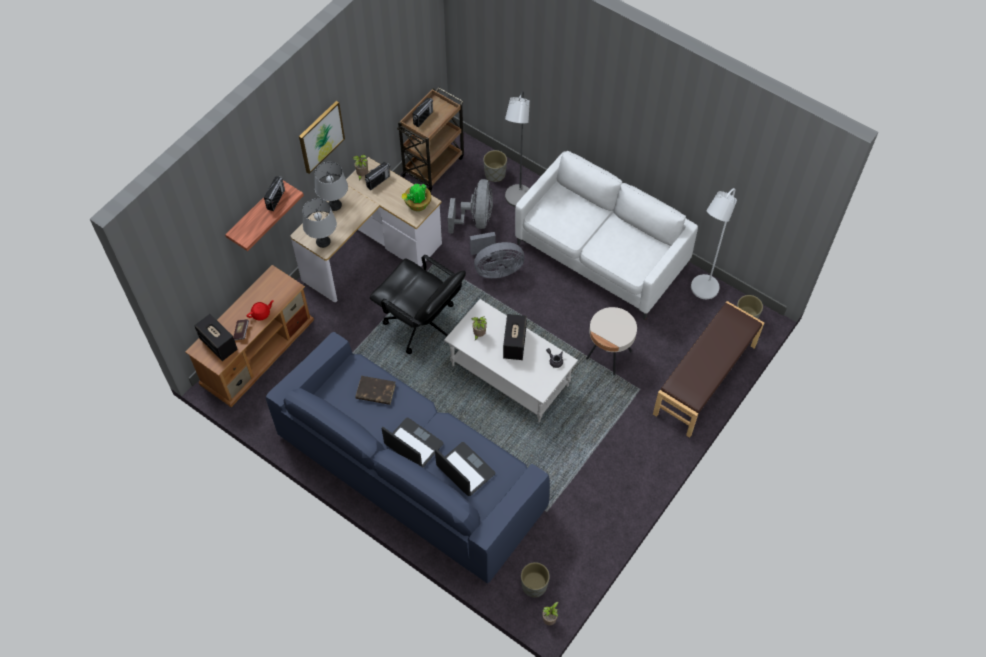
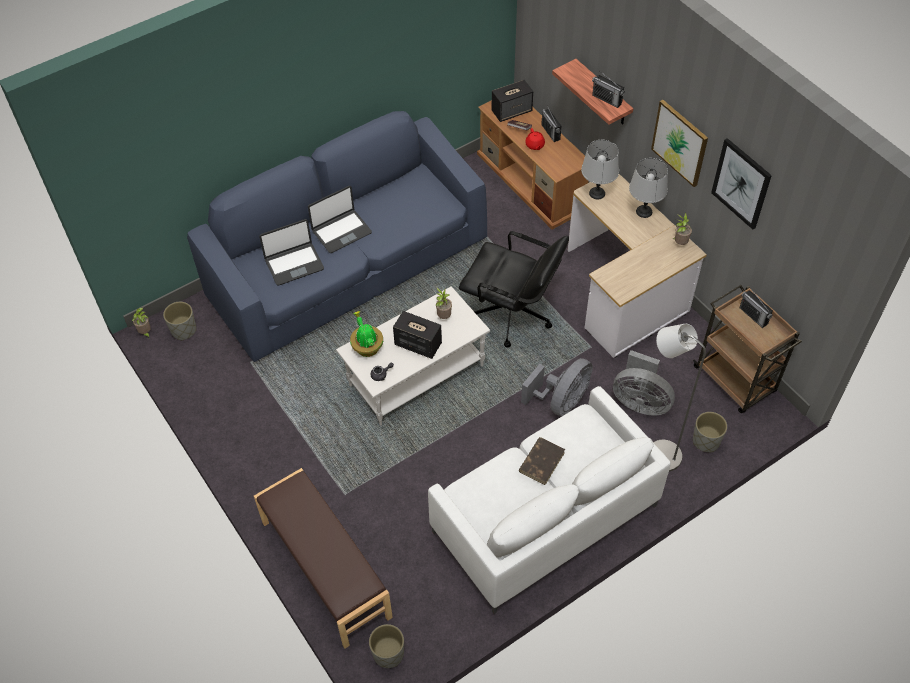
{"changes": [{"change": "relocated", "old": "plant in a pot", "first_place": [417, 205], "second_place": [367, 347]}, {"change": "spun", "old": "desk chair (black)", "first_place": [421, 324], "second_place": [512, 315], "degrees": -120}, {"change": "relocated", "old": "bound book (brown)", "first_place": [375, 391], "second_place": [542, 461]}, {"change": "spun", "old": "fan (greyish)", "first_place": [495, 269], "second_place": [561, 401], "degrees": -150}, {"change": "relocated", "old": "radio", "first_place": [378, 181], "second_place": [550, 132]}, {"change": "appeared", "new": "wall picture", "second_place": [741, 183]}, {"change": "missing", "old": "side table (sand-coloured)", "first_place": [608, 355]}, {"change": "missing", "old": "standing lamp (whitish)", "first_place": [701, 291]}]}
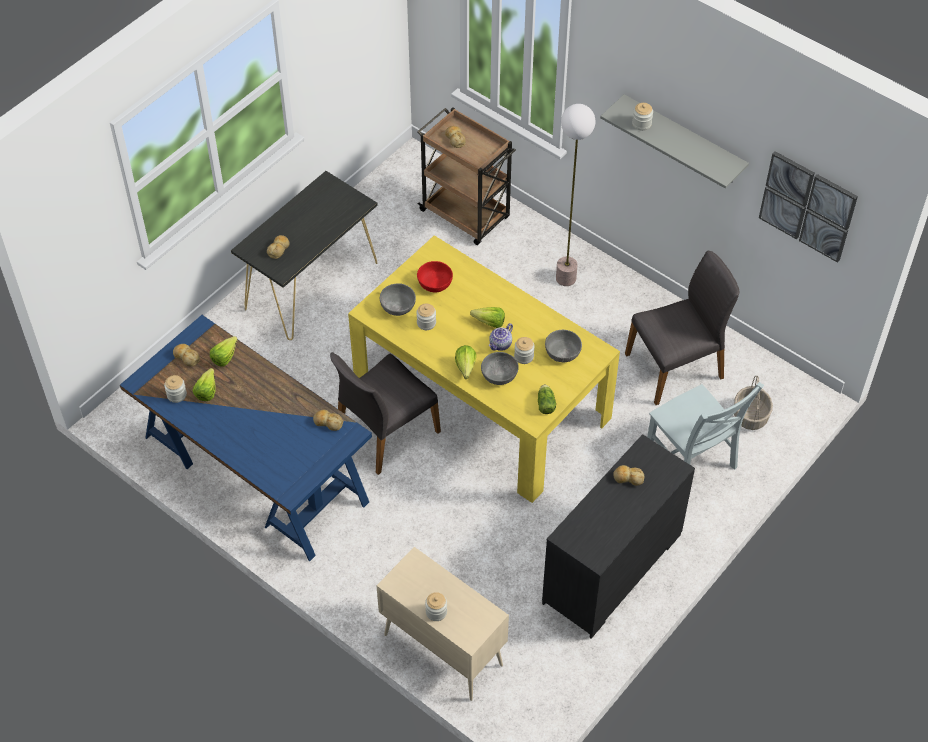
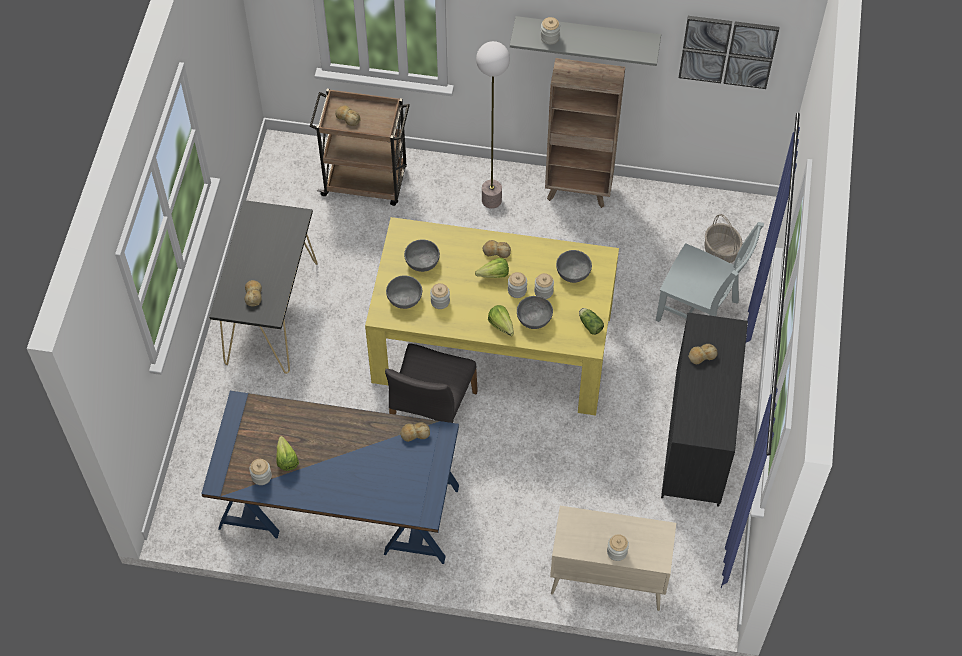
{"changes": [{"change": "colour", "old": "serving bowl (red)", "new": "serving bowl (greyish)", "first_place": [434, 283], "second_place": [422, 261]}, {"change": "relocated", "old": "bread", "first_place": [186, 357], "second_place": [496, 251]}, {"change": "exchanged", "old": "teapot", "new": "storage jar", "first_place": [500, 345], "second_place": [517, 290]}, {"change": "appeared", "new": "bookshelf (brown)", "second_place": [579, 190]}, {"change": "missing", "old": "head of lettuce", "first_place": [227, 355]}, {"change": "missing", "old": "plain chair (greyish)", "first_place": [676, 366]}]}
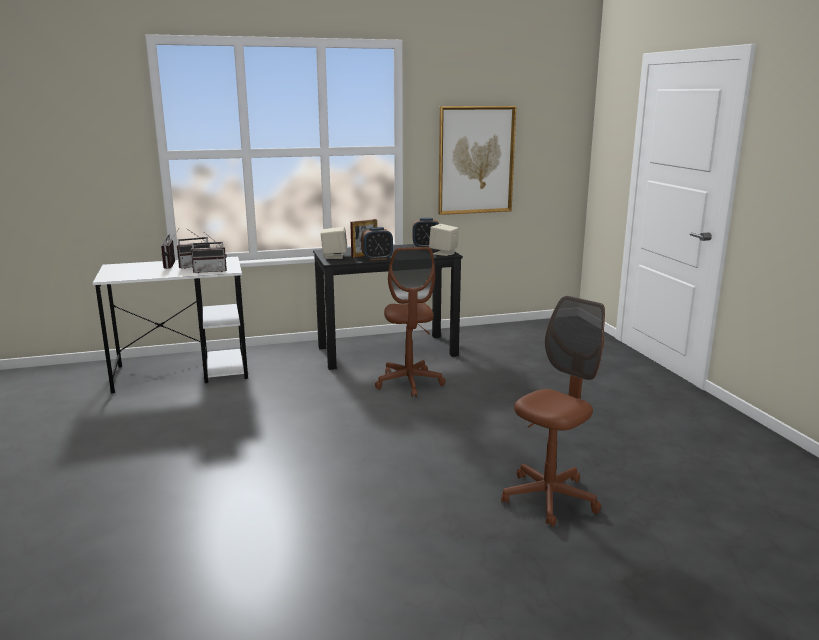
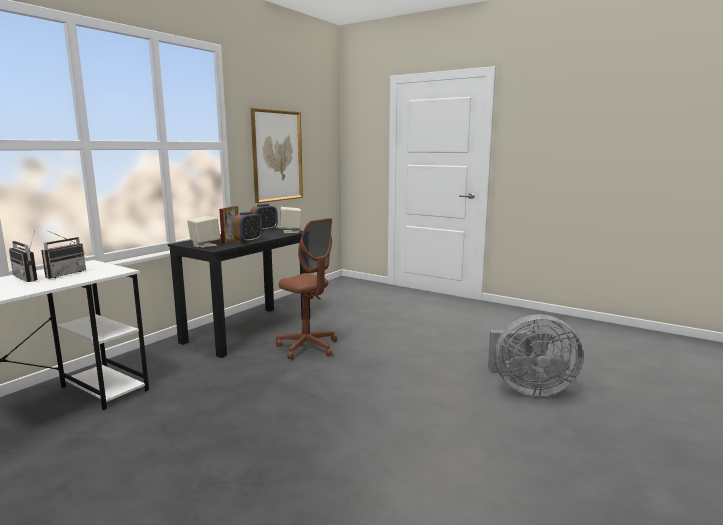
{"changes": [{"change": "exchanged", "old": "desk chair (brown)", "new": "fan (greyish)", "first_place": [549, 498], "second_place": [528, 389]}, {"change": "missing", "old": "radio", "first_place": [210, 271]}]}
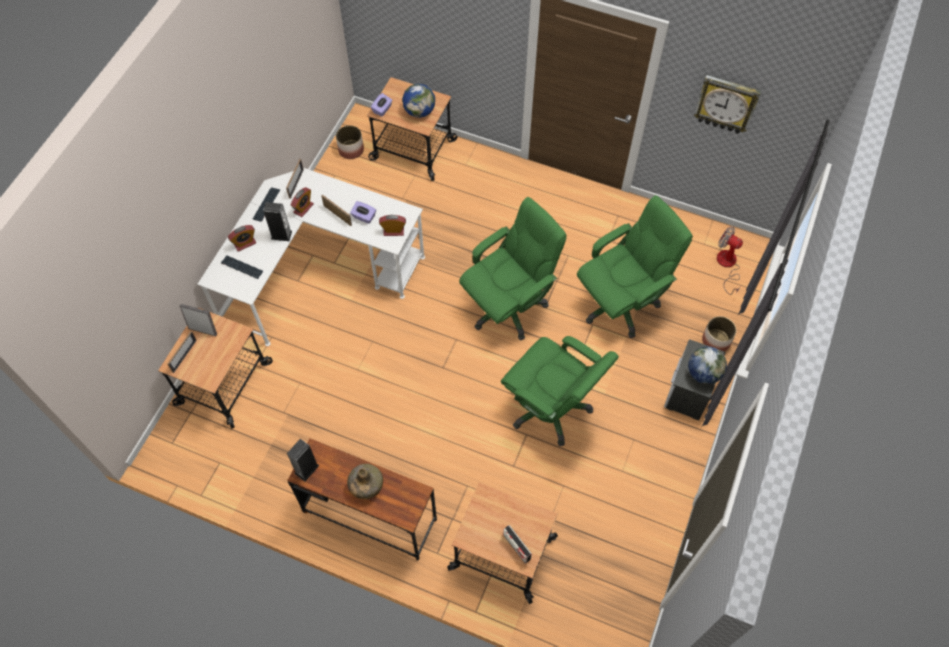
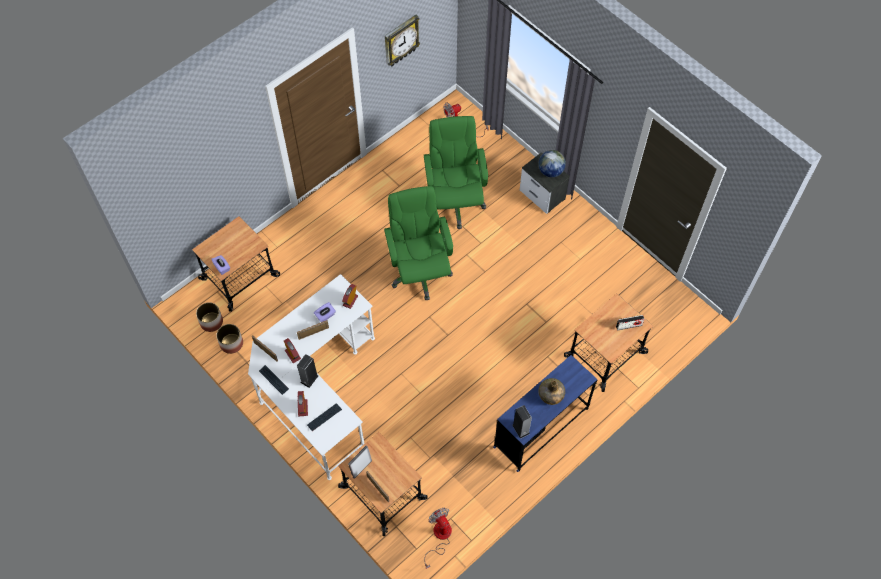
{"changes": [{"change": "relocated", "old": "plant pot", "first_place": [716, 341], "second_place": [231, 343]}, {"change": "appeared", "new": "fan", "second_place": [439, 537]}, {"change": "colour", "old": "desk table (brown)", "new": "desk table (blue)", "first_place": [369, 516], "second_place": [541, 428]}, {"change": "missing", "old": "desk globe", "first_place": [419, 111]}, {"change": "missing", "old": "desk chair (green)", "first_place": [551, 408]}]}
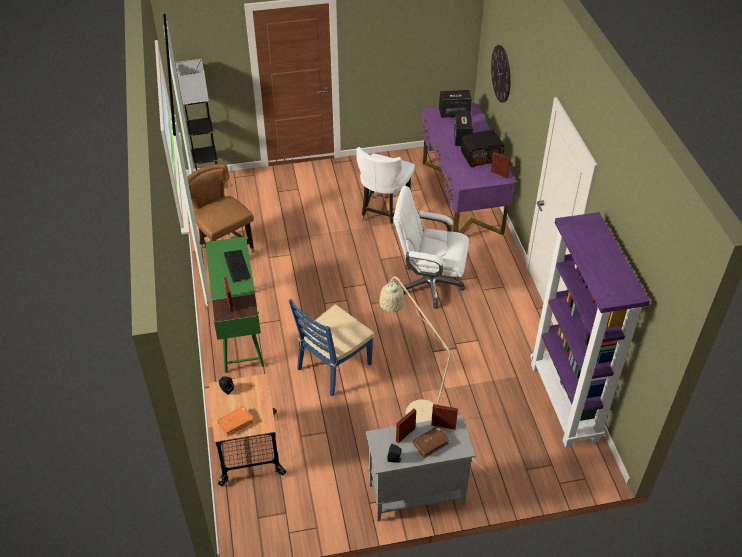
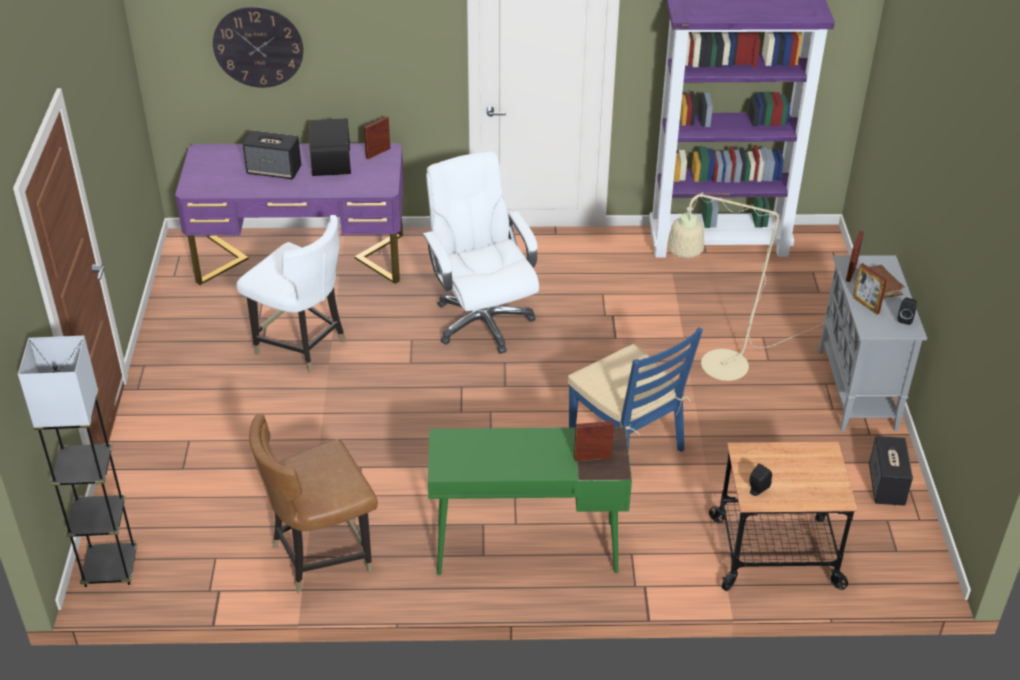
{"changes": [{"change": "spun", "old": "desk chair (whitish)", "first_place": [429, 284], "second_place": [482, 321], "degrees": 135}, {"change": "relocated", "old": "audio speaker", "first_place": [453, 113], "second_place": [886, 486]}, {"change": "missing", "old": "bound book (orangey)", "first_place": [235, 423]}, {"change": "missing", "old": "computer keyboard", "first_place": [236, 266]}]}
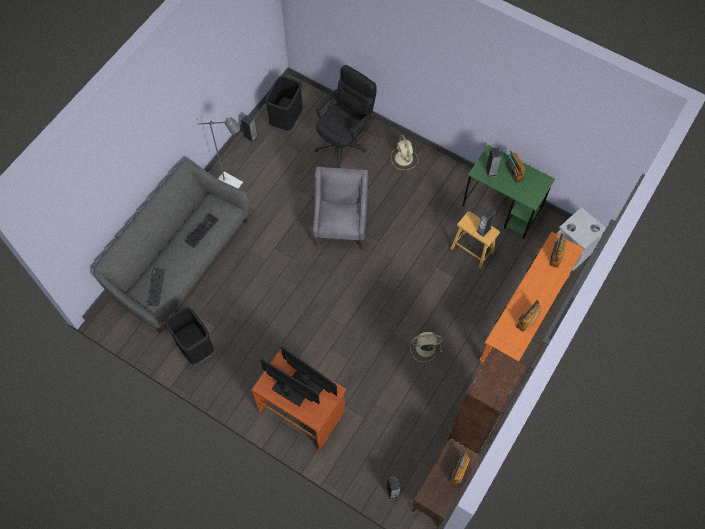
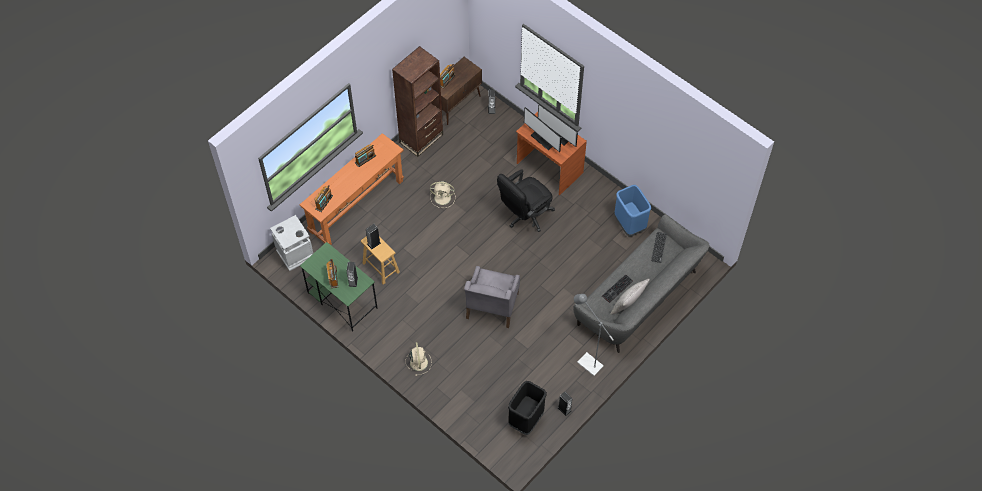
{"changes": [{"change": "relocated", "old": "desk chair (black)", "first_place": [345, 140], "second_place": [525, 215]}, {"change": "appeared", "new": "throw pillow (greyish)", "second_place": [628, 304]}, {"change": "colour", "old": "waste bin (black)", "new": "waste bin (blue)", "first_place": [196, 348], "second_place": [629, 225]}]}
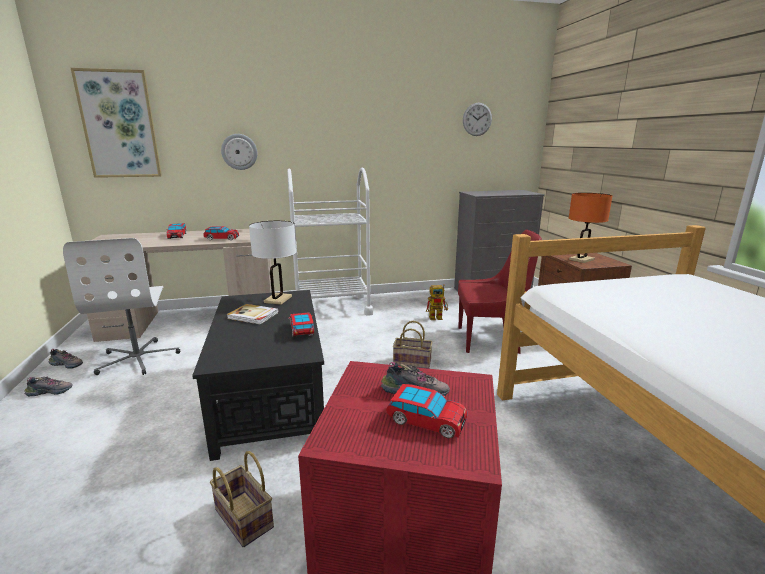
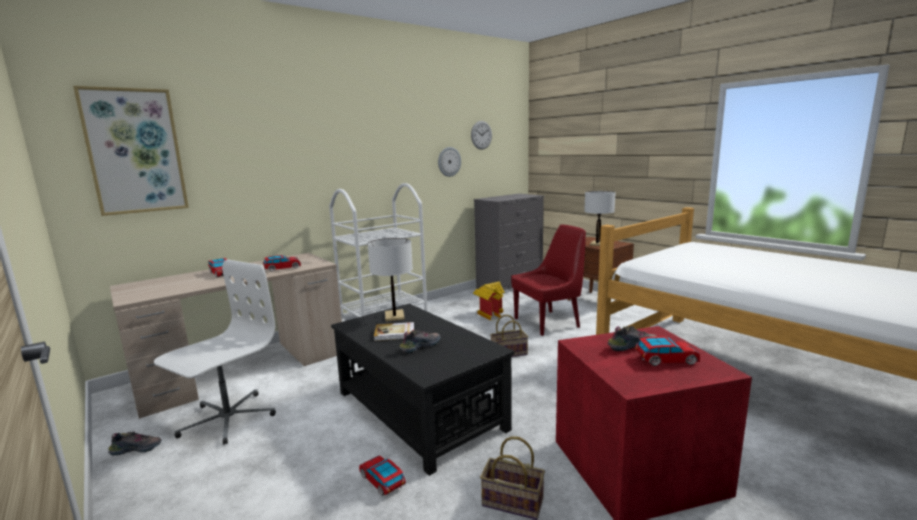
{"changes": [{"change": "spun", "old": "desk chair (whitish)", "first_place": [138, 358], "second_place": [227, 418], "degrees": -105}, {"change": "relocated", "old": "model car", "first_place": [302, 330], "second_place": [382, 481]}, {"change": "relocated", "old": "item of footwear", "first_place": [51, 392], "second_place": [420, 346]}, {"change": "relocated", "old": "hanging clock", "first_place": [239, 152], "second_place": [449, 161]}, {"change": "exchanged", "old": "model robot", "new": "toy house", "first_place": [438, 317], "second_place": [489, 314]}, {"change": "colour", "old": "lamp for a table (orangey)", "new": "lamp for a table (whitish)", "first_place": [581, 259], "second_place": [597, 244]}]}
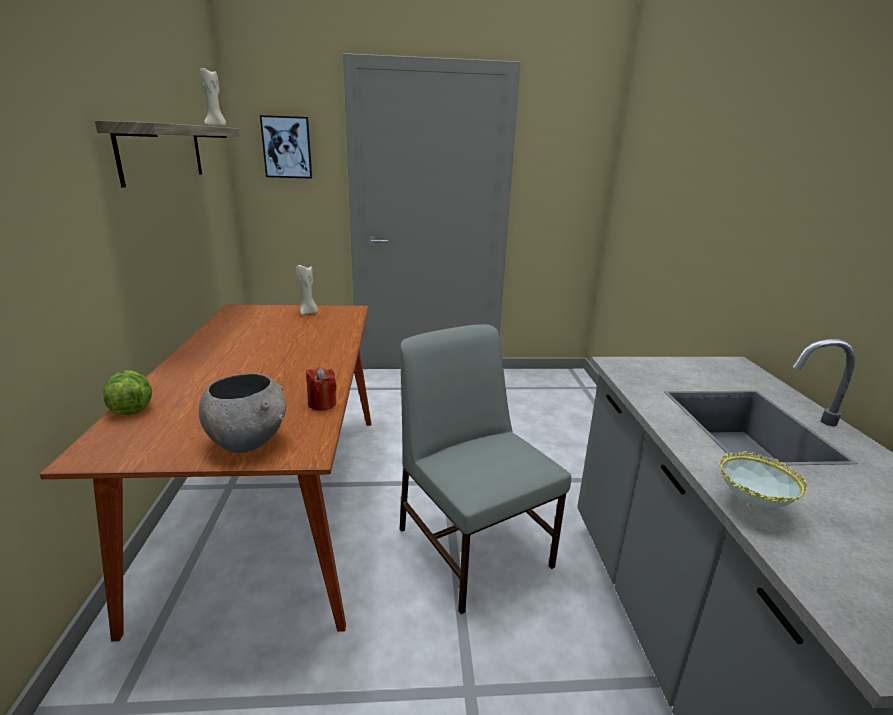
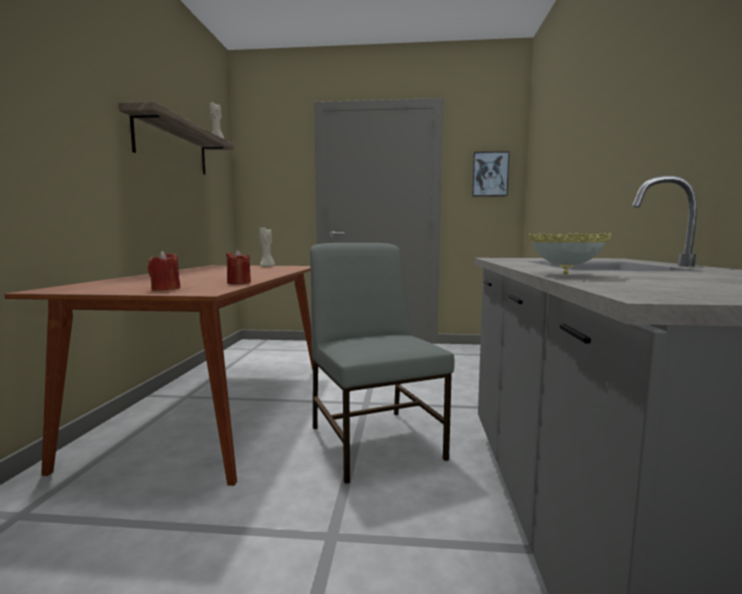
{"changes": [{"change": "exchanged", "old": "serving bowl (greyish)", "new": "wax light (red)", "first_place": [248, 441], "second_place": [165, 289]}, {"change": "relocated", "old": "wall picture", "first_place": [287, 147], "second_place": [490, 174]}, {"change": "missing", "old": "head of lettuce", "first_place": [130, 405]}]}
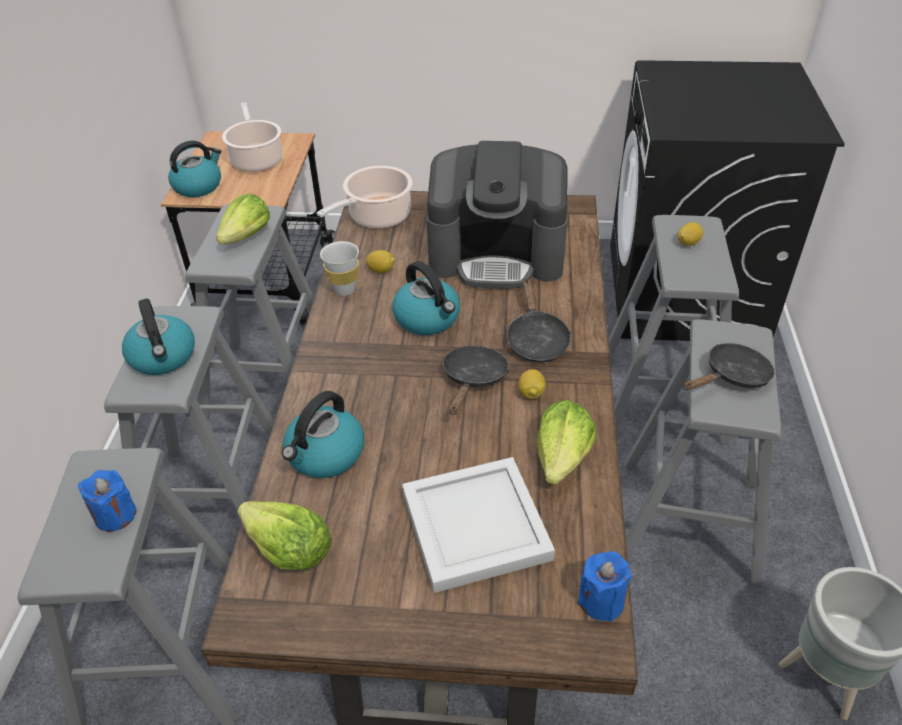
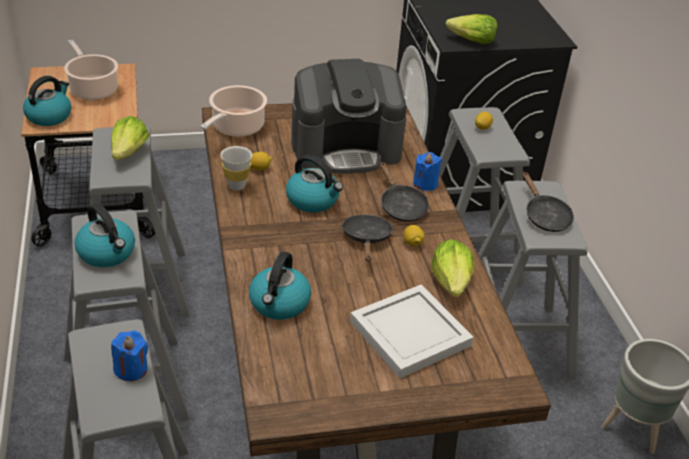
{"changes": [{"change": "relocated", "old": "wax light (blue)", "first_place": [601, 601], "second_place": [425, 184]}, {"change": "relocated", "old": "head of lettuce", "first_place": [288, 549], "second_place": [471, 41]}, {"change": "spun", "old": "frying pan (black)", "first_place": [732, 376], "second_place": [544, 216], "degrees": 120}]}
